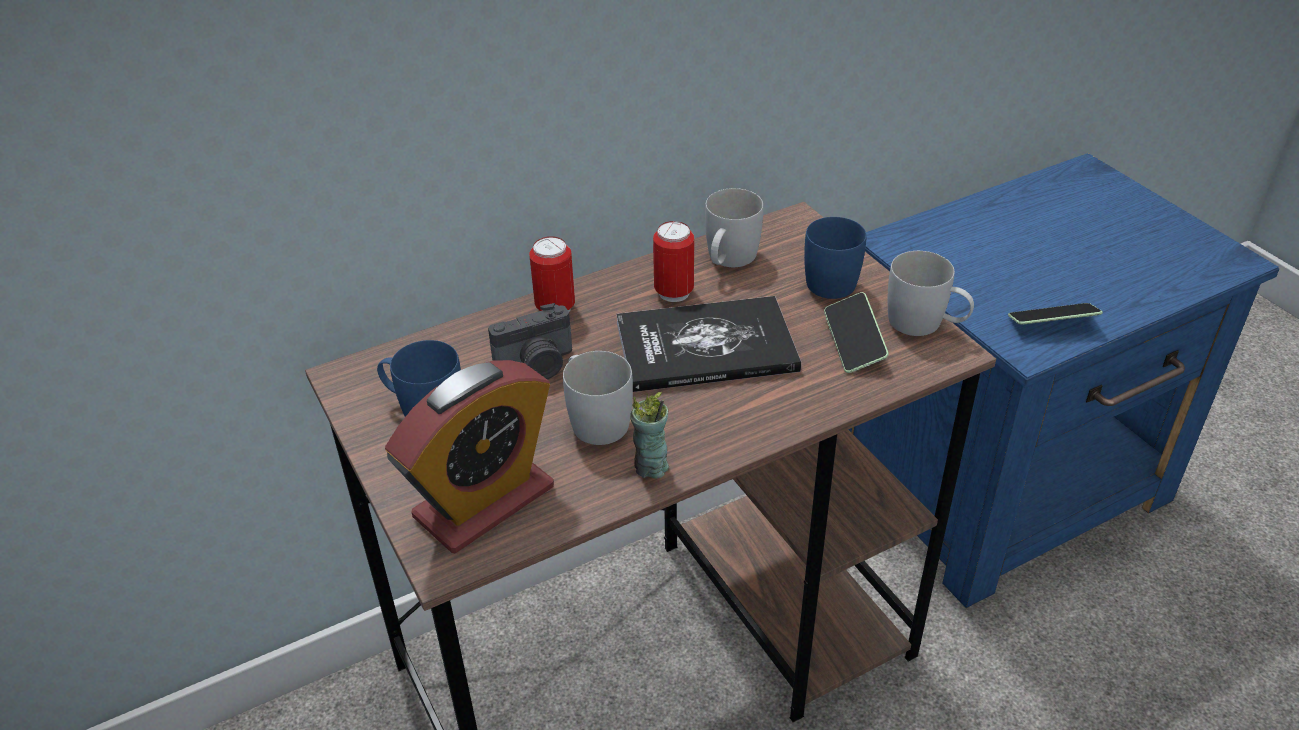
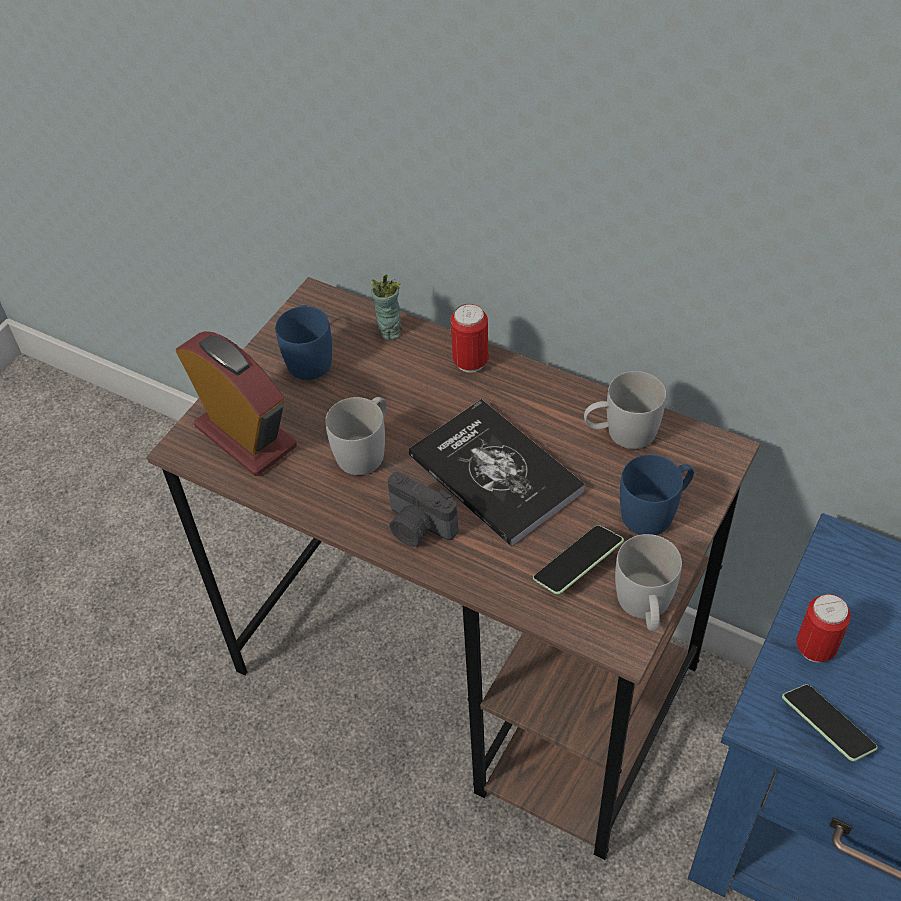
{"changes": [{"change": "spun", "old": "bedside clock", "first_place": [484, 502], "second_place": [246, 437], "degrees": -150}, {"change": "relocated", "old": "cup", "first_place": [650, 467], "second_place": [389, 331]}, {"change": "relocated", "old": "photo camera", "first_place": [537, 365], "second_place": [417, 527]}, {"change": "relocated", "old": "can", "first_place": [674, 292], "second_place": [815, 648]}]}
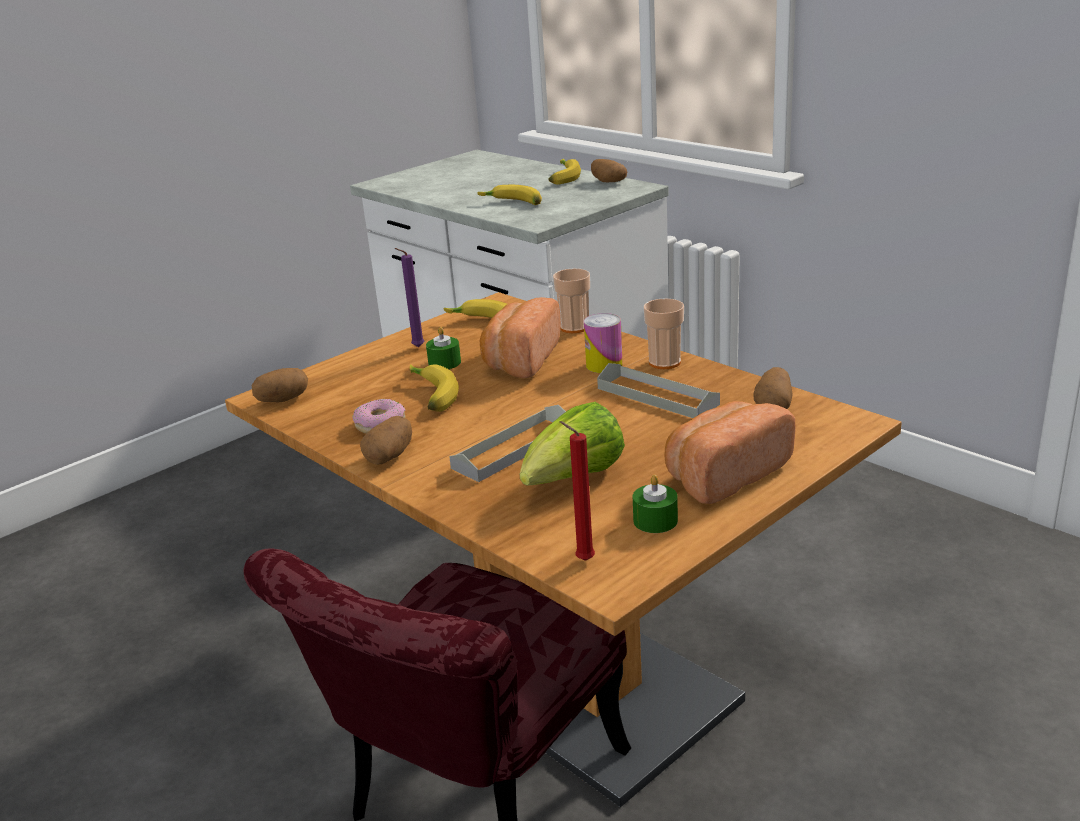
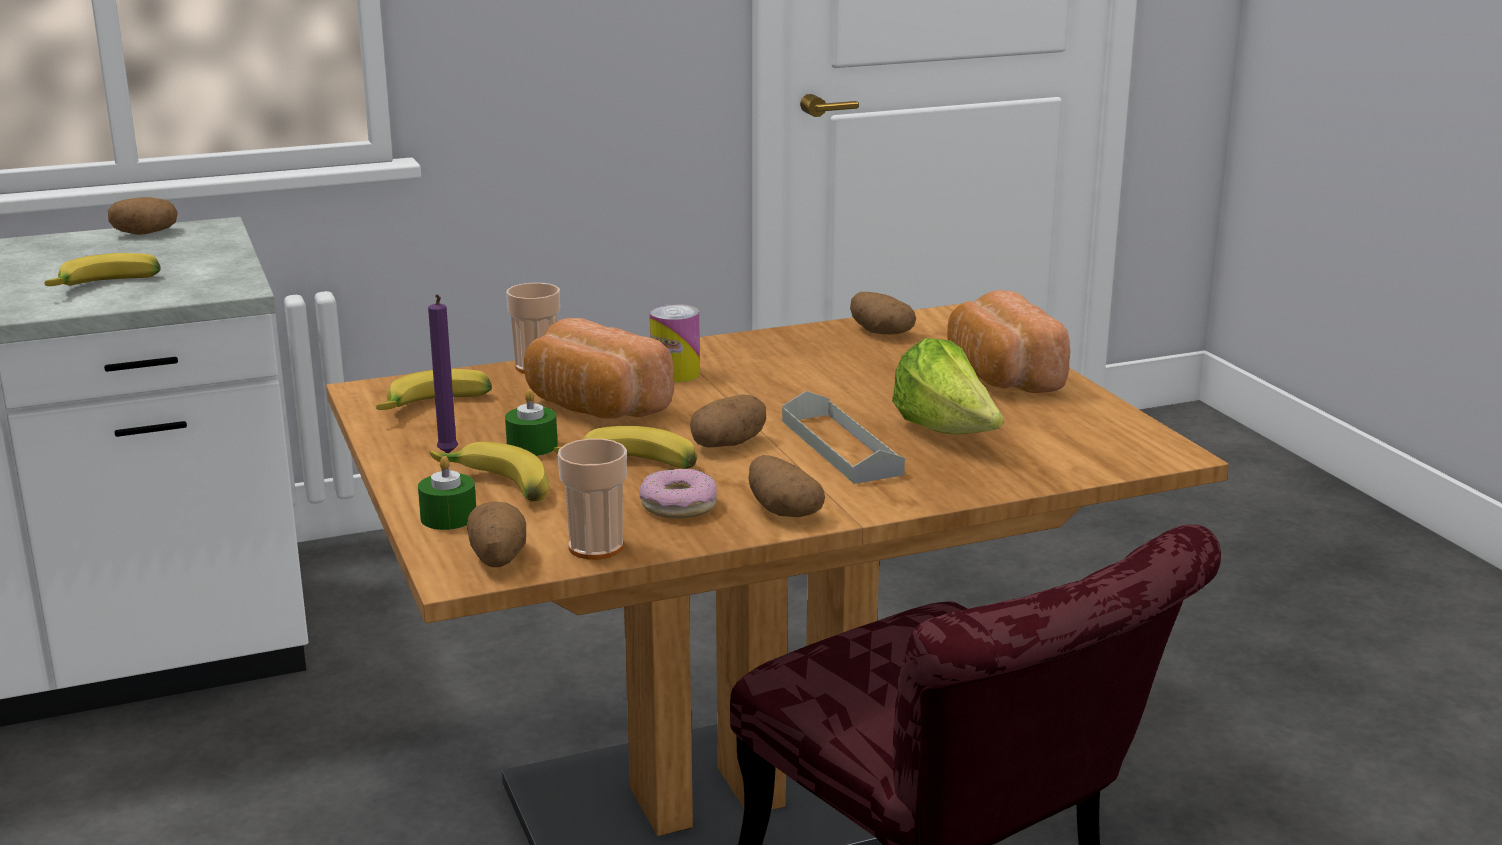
{"changes": [{"change": "relocated", "old": "wax light (green)", "first_place": [655, 520], "second_place": [448, 517]}, {"change": "relocated", "old": "banana fruit", "first_place": [562, 178], "second_place": [494, 488]}, {"change": "relocated", "old": "cup", "first_place": [664, 362], "second_place": [596, 547]}, {"change": "appeared", "new": "spud", "second_place": [728, 444]}, {"change": "missing", "old": "wax light (red)", "first_place": [582, 560]}, {"change": "missing", "old": "serving tray (greyish)", "first_place": [657, 396]}]}
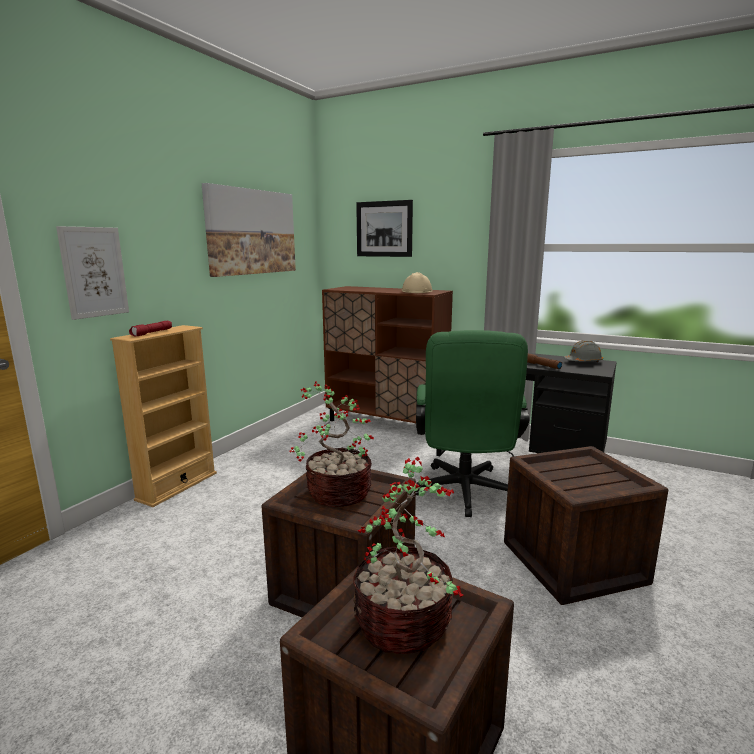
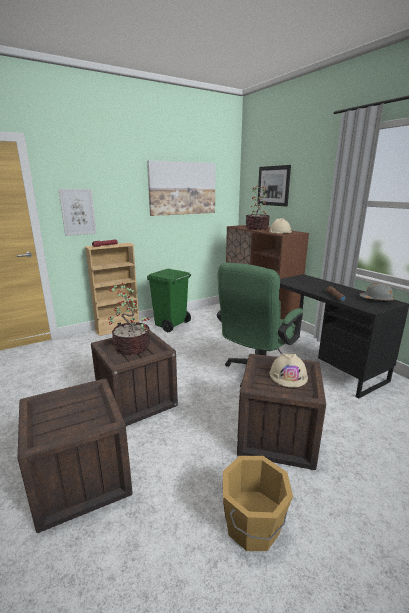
{"changes": [{"change": "appeared", "new": "waste bin (green)", "second_place": [171, 325]}, {"change": "appeared", "new": "water bucket (orangey)", "second_place": [253, 525]}, {"change": "relocated", "old": "plant in a pot", "first_place": [405, 623], "second_place": [257, 228]}, {"change": "appeared", "new": "hard hat (sand-coloured)", "second_place": [288, 375]}]}
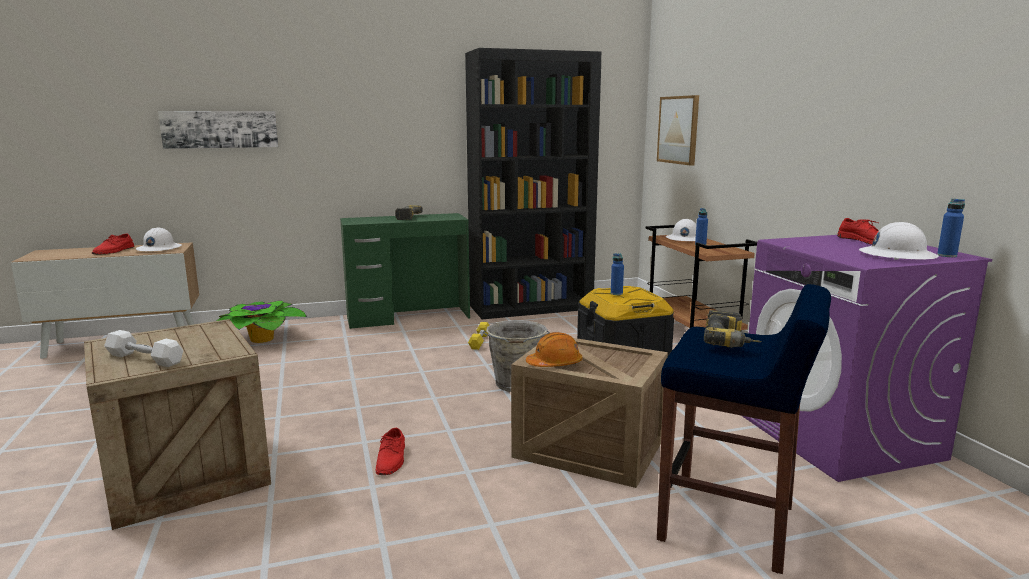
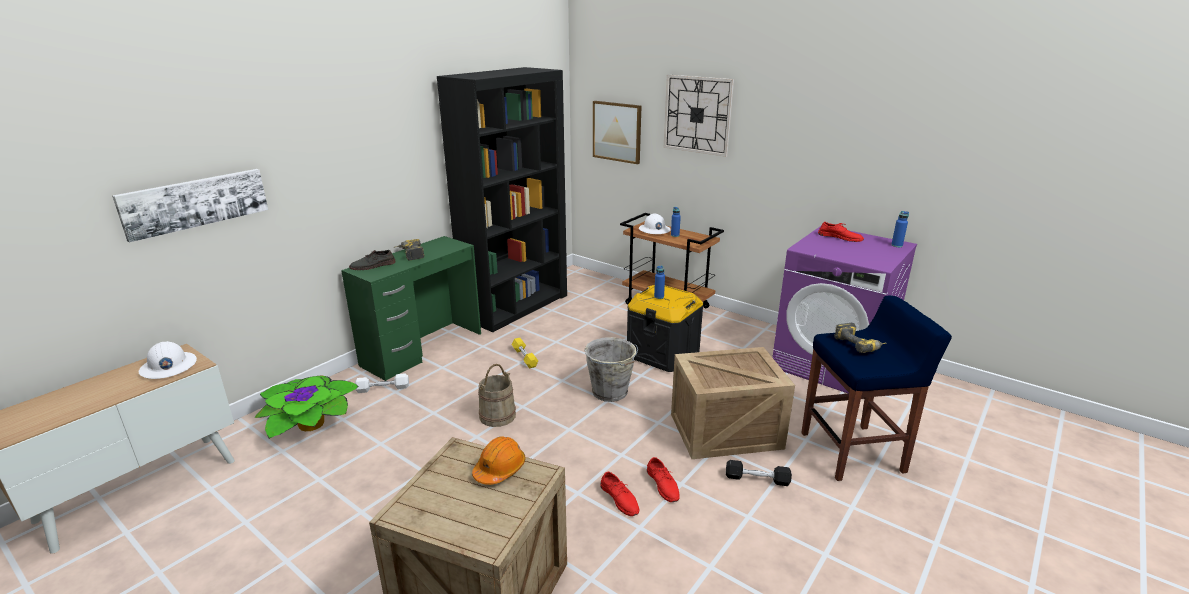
{"changes": [{"change": "appeared", "new": "item of footwear (greyish)", "second_place": [373, 266]}, {"change": "relocated", "old": "hand weight (whitish)", "first_place": [145, 359], "second_place": [383, 388]}, {"change": "relocated", "old": "hard hat (orangey)", "first_place": [554, 364], "second_place": [500, 469]}, {"change": "appeared", "new": "water bucket (sand-coloured)", "second_place": [497, 415]}, {"change": "relocated", "old": "item of footwear (red)", "first_place": [114, 251], "second_place": [663, 484]}, {"change": "appeared", "new": "hanging clock", "second_place": [697, 115]}, {"change": "appeared", "new": "hand weight (black)", "second_place": [757, 479]}, {"change": "missing", "old": "hard hat (whitish)", "first_place": [897, 255]}]}
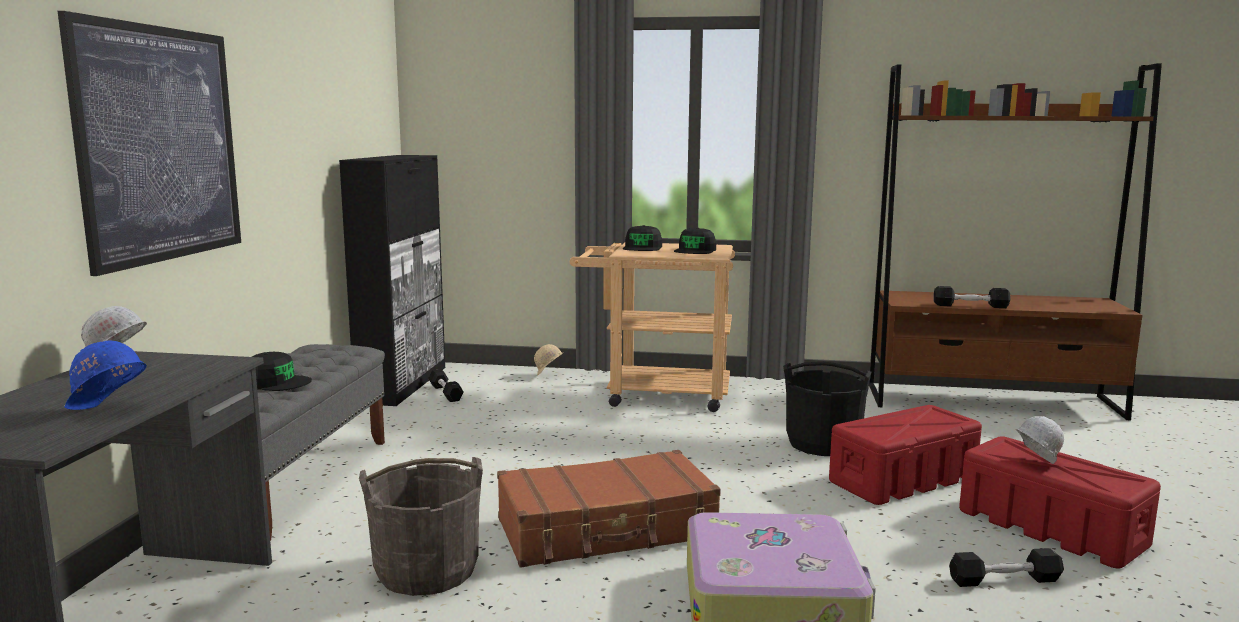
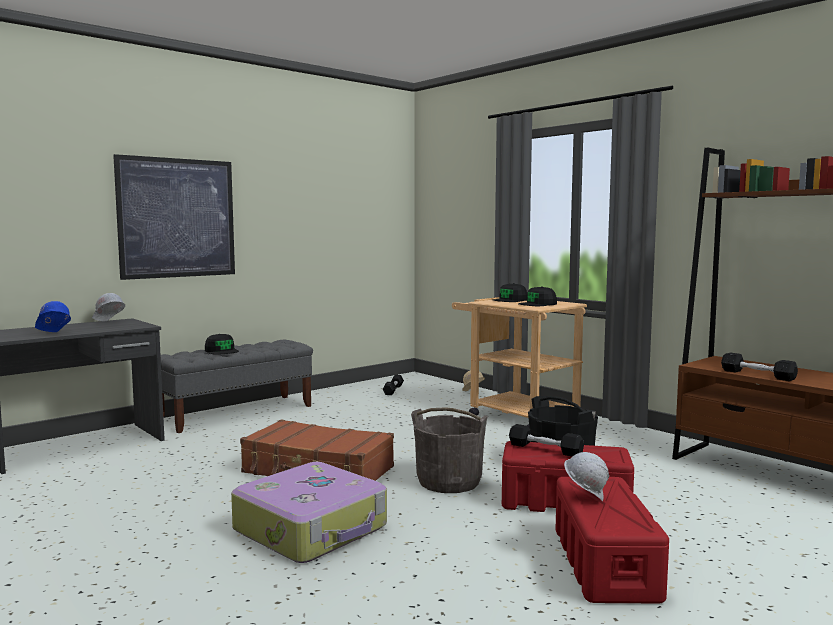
{"changes": [{"change": "relocated", "old": "water bucket (greyish)", "first_place": [426, 571], "second_place": [449, 482]}, {"change": "relocated", "old": "hand weight (black)", "first_place": [1004, 580], "second_place": [545, 449]}, {"change": "missing", "old": "cabinet (black)", "first_place": [403, 384]}]}
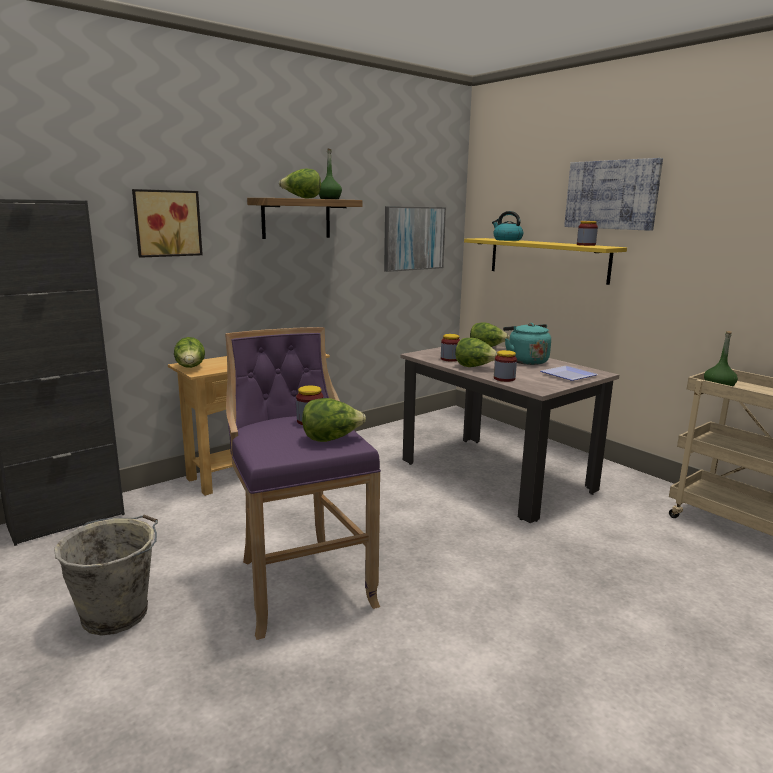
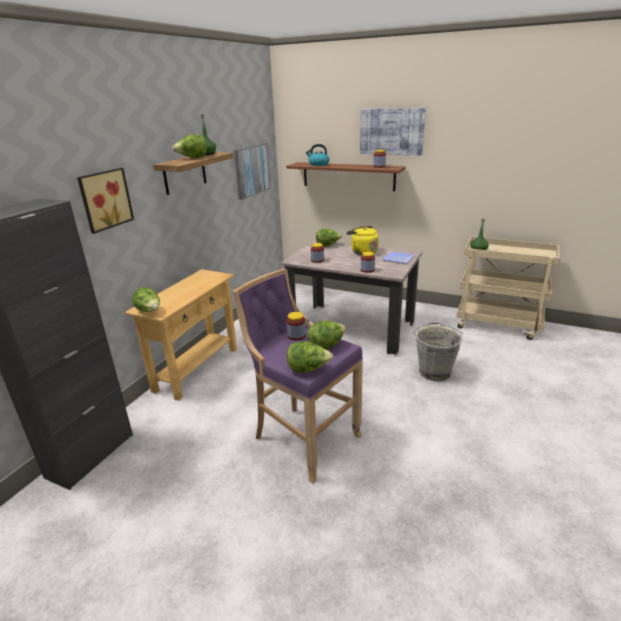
{"changes": [{"change": "colour", "old": "shelf (yellowish)", "new": "shelf (brown)", "first_place": [547, 259], "second_place": [348, 176]}, {"change": "relocated", "old": "head of lettuce", "first_place": [474, 367], "second_place": [308, 369]}, {"change": "colour", "old": "kettle (turquoise-coloured)", "new": "kettle (yellowish)", "first_place": [525, 361], "second_place": [362, 252]}, {"change": "relocated", "old": "water bucket (greyish)", "first_place": [118, 613], "second_place": [434, 371]}]}
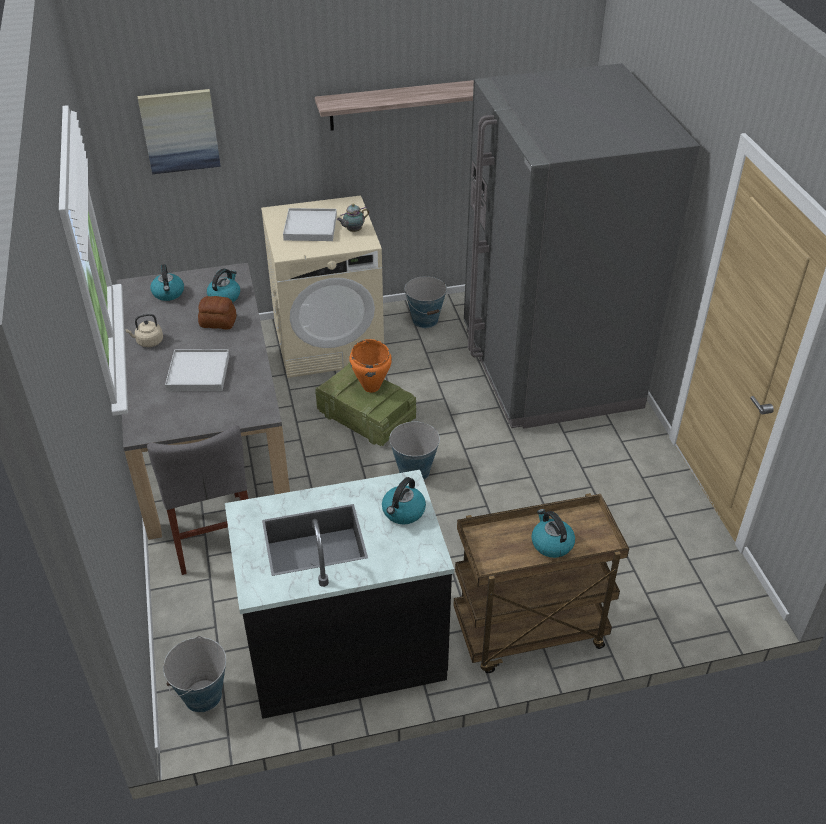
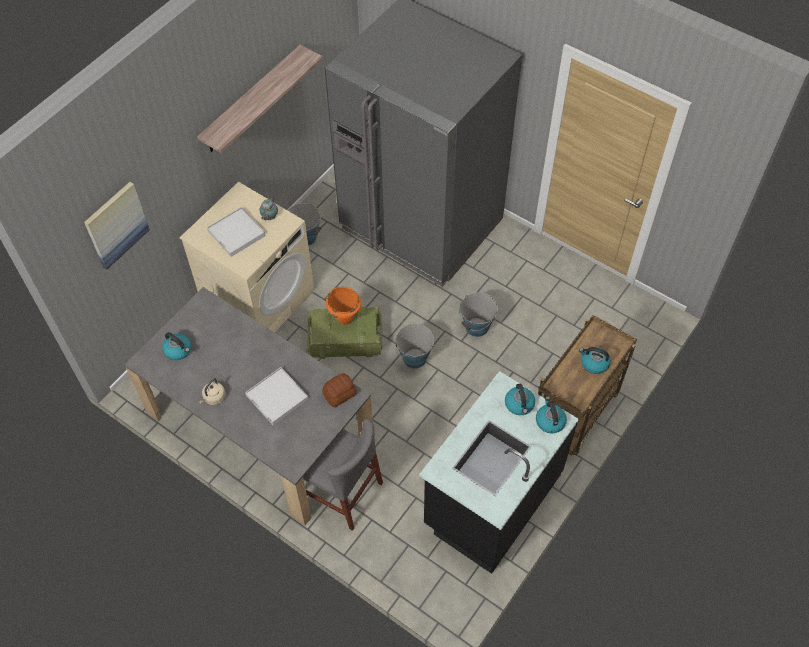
{"changes": [{"change": "relocated", "old": "bread", "first_place": [218, 322], "second_place": [340, 394]}, {"change": "relocated", "old": "water bucket", "first_place": [202, 696], "second_place": [477, 327]}, {"change": "relocated", "old": "kettle", "first_place": [224, 296], "second_place": [550, 421]}]}
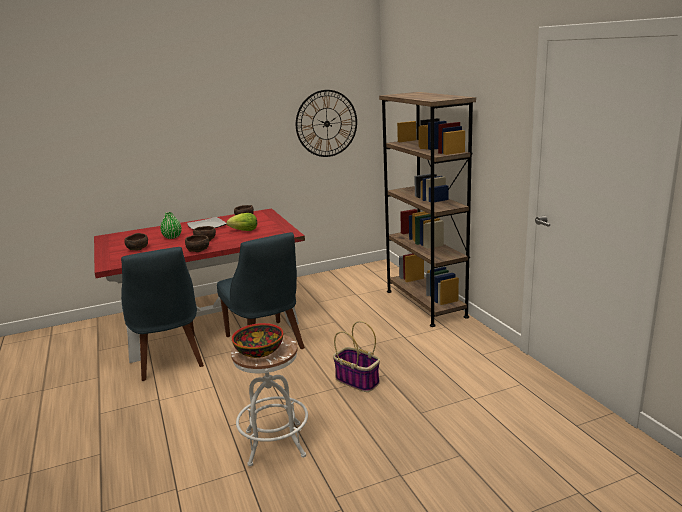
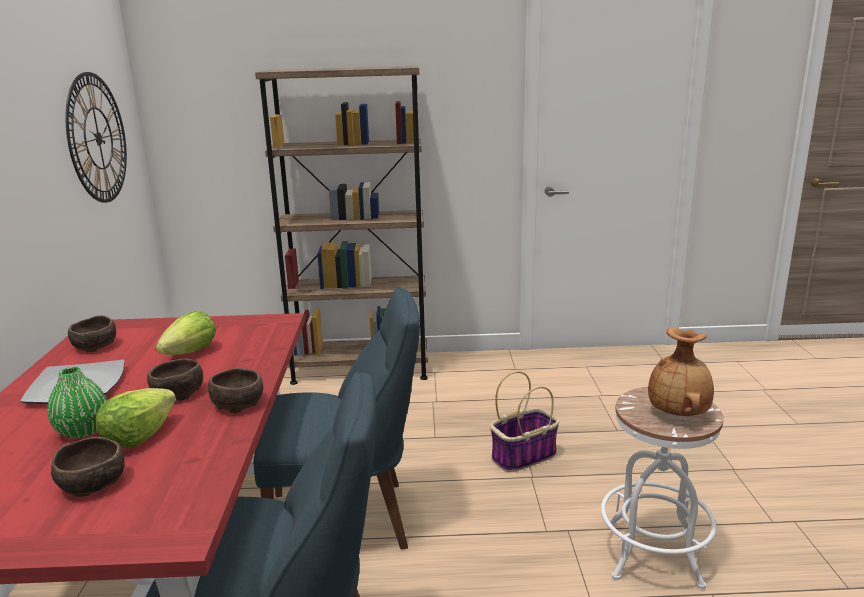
{"changes": [{"change": "appeared", "new": "head of lettuce", "second_place": [138, 437]}, {"change": "exchanged", "old": "serving bowl", "new": "flower vase (brown)", "first_place": [260, 351], "second_place": [679, 413]}]}
